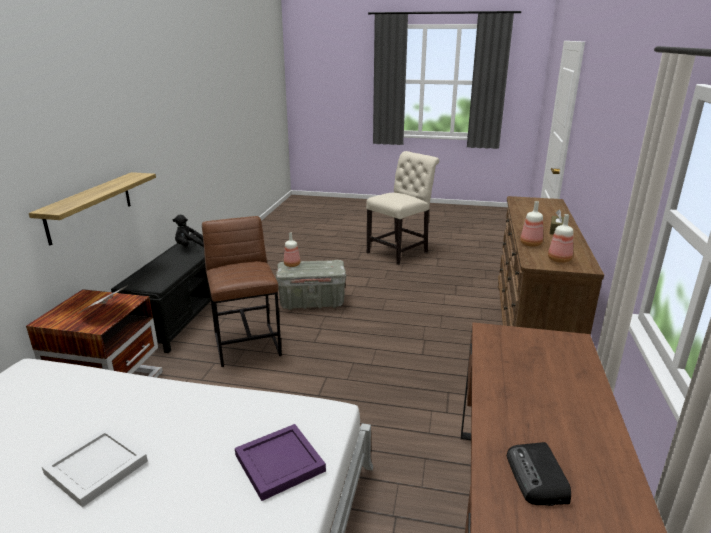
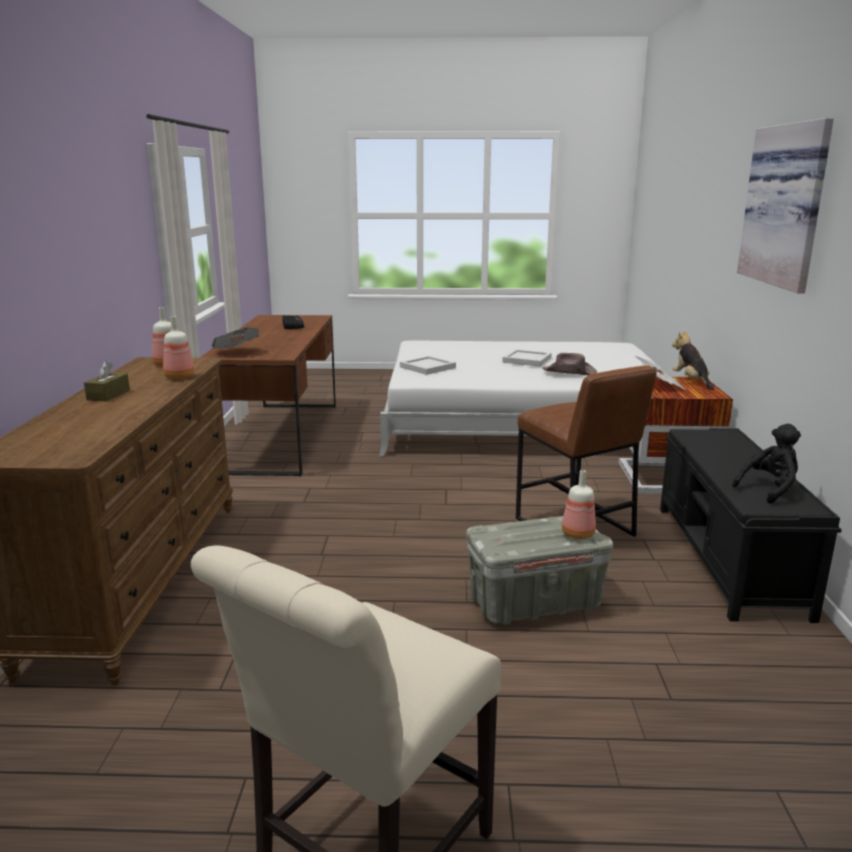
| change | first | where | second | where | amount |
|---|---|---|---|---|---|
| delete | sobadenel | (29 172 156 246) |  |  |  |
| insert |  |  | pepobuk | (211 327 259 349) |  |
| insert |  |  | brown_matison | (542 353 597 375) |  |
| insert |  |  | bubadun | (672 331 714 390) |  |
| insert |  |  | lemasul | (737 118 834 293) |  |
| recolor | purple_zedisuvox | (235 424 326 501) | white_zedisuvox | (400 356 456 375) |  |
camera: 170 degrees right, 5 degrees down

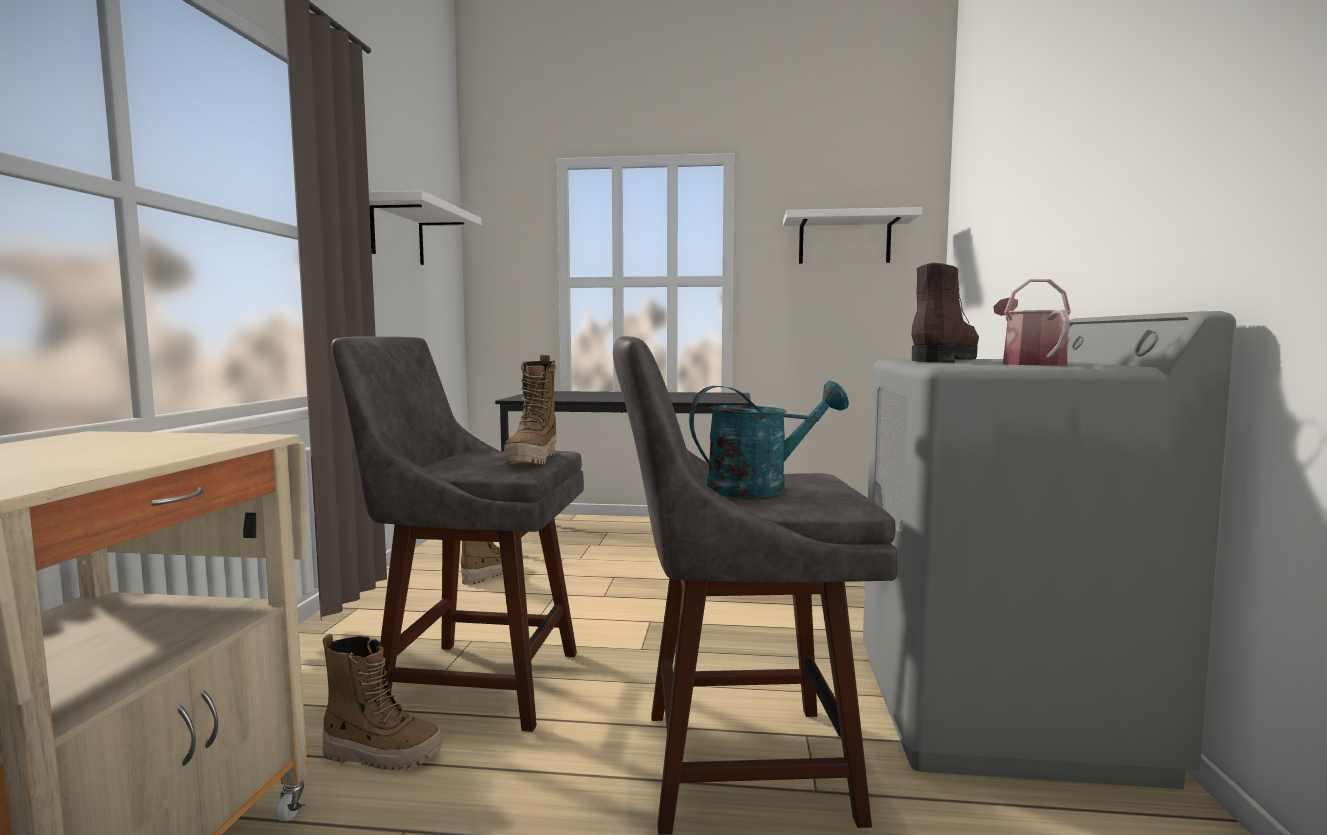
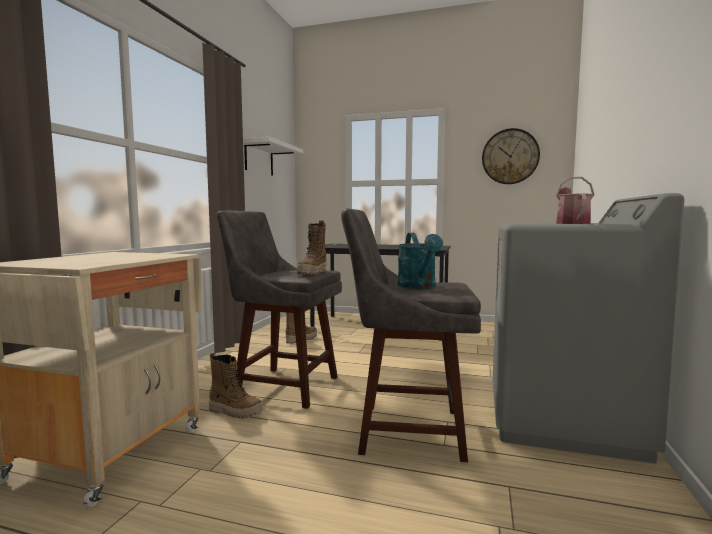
| change | first | where | second | where | amount |
|---|---|---|---|---|---|
| delete | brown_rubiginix | (911 263 979 363) |  |  |  |
| replace | white_sobadenel | (783 207 922 264) | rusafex | (482 128 540 184) |  |
| rotate | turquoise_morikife | (689 381 849 498) |  | (397 233 443 289) | 90 degrees clockwise |
camera: 10 degrees right, 0 degrees up

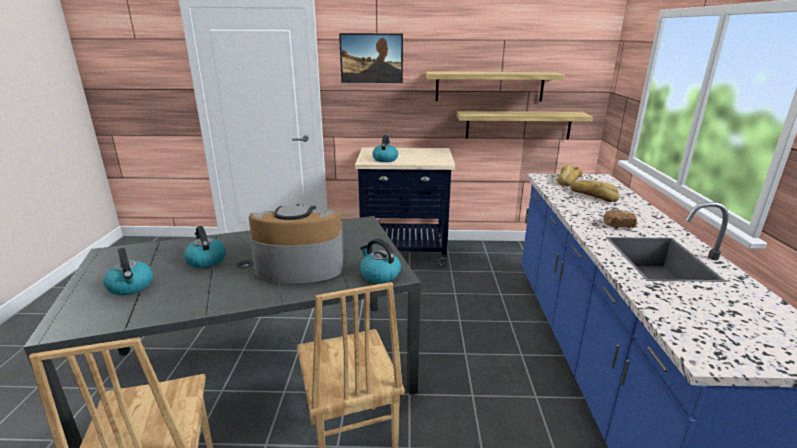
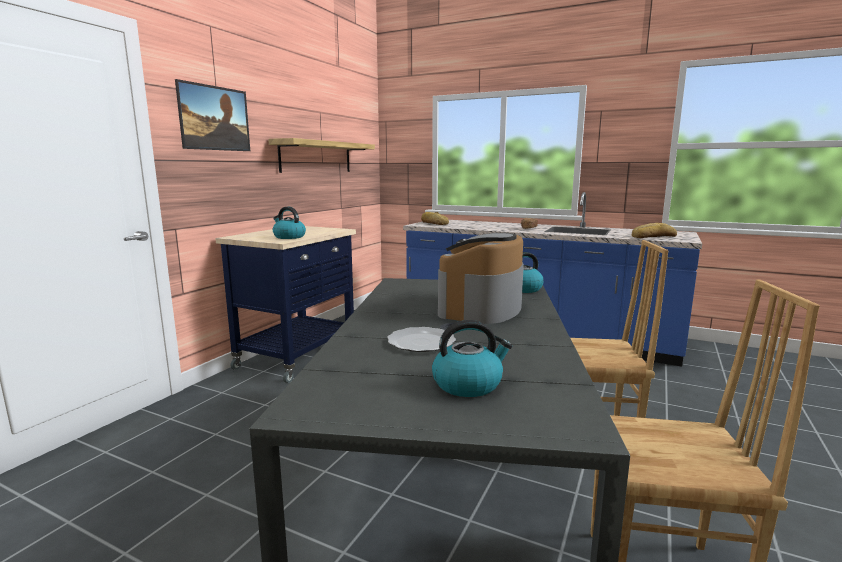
| change | first | where | second | where | amount |
|---|---|---|---|---|---|
| delete | sobadenel | (457 111 593 139) |  |  |  |
| move | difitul | (570 180 619 202) |  | (632 223 677 238) |  |
| replace | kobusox | (184 226 226 268) | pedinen | (387 327 456 352) |  |
camera: 65 degrees left, 10 degrees down

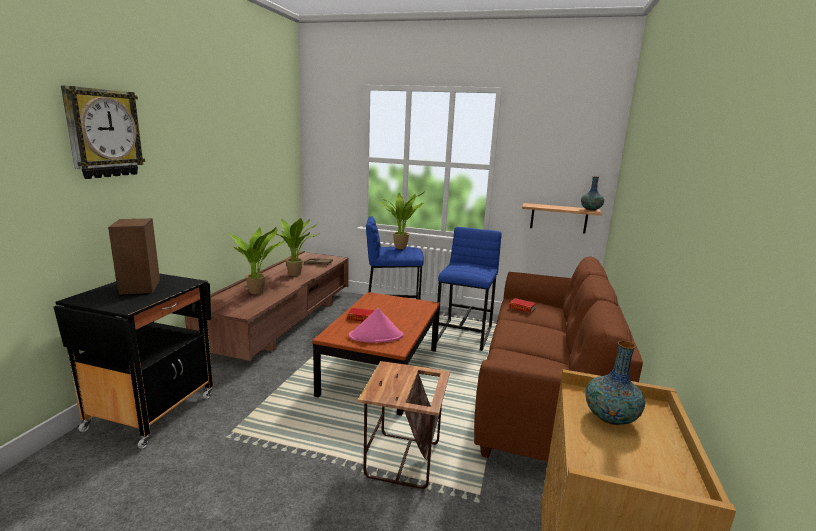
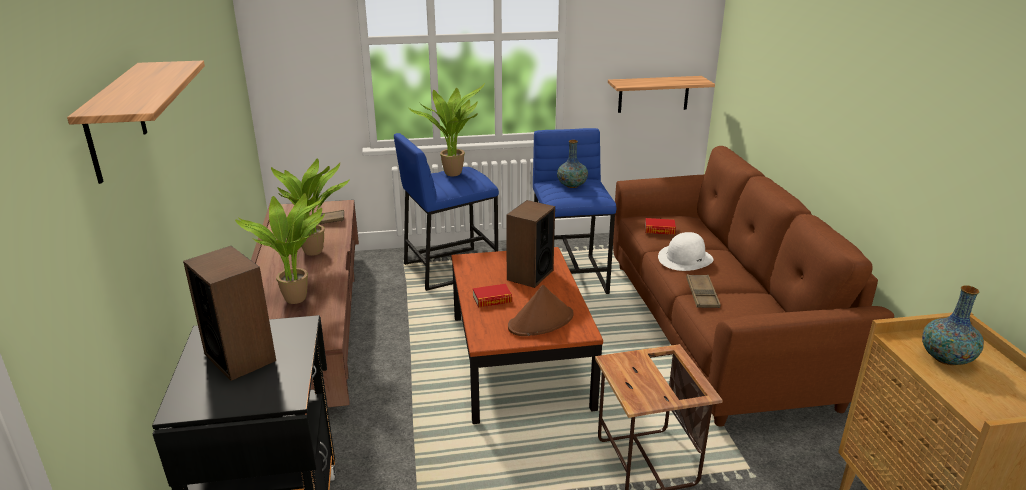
| change | first | where | second | where | amount |
|---|---|---|---|---|---|
| insert |  |  | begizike | (506 200 555 288) |  |
| insert |  |  | white_matison | (658 232 713 271) |  |
| insert |  |  | brown_zedisuvox | (686 274 721 308) |  |
| move | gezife | (581 176 604 211) |  | (557 140 588 188) |  |
| replace | rusafex | (61 85 145 179) | sobadenel | (67 61 205 184) |  |
| recolor | pink_matison | (349 308 404 343) | brown_matison | (508 285 574 336) |  |
camera: 25 degrees left, 10 degrees up

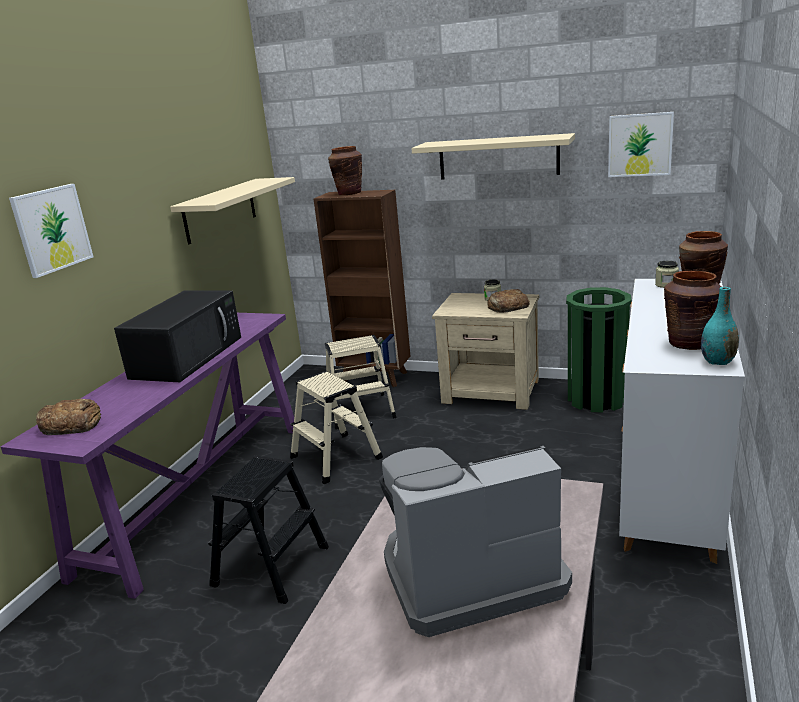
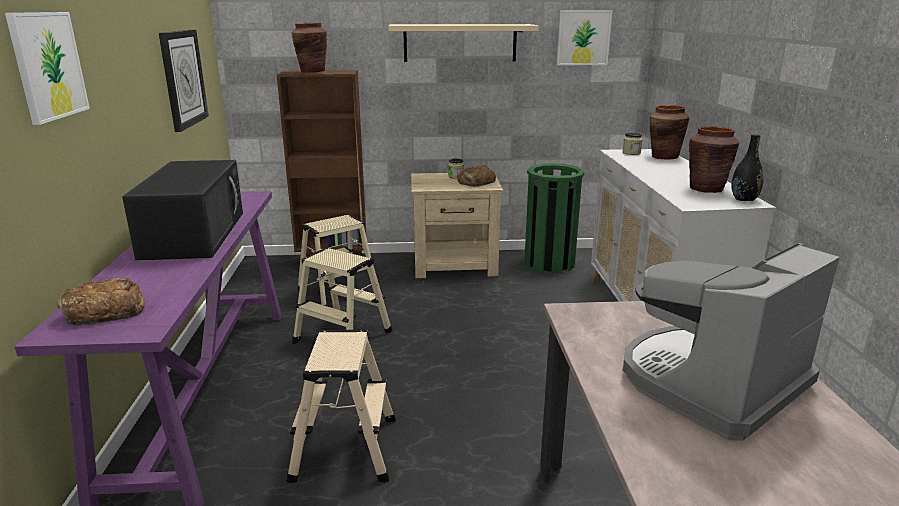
| change | first | where | second | where | amount |
|---|---|---|---|---|---|
| replace | beige_sobadenel | (170 177 295 244) | rusafex | (159 30 209 132) |  |
| recolor | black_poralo | (208 456 329 604) | beige_poralo | (286 330 396 483) |  |
| recolor | turquoise_gezife | (701 287 739 365) | black_gezife | (731 135 764 201) |  |
camera: 25 degrees left, 0 degrees up

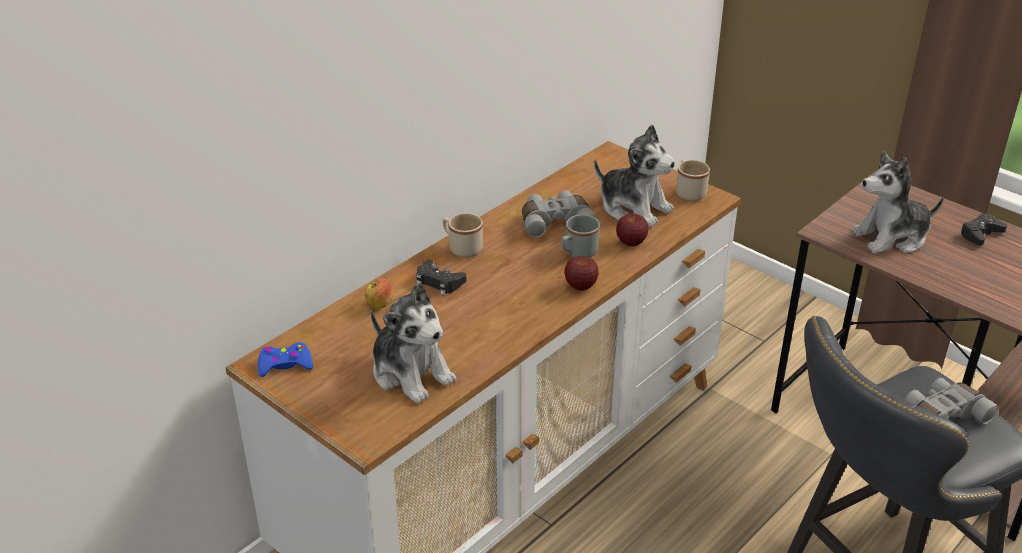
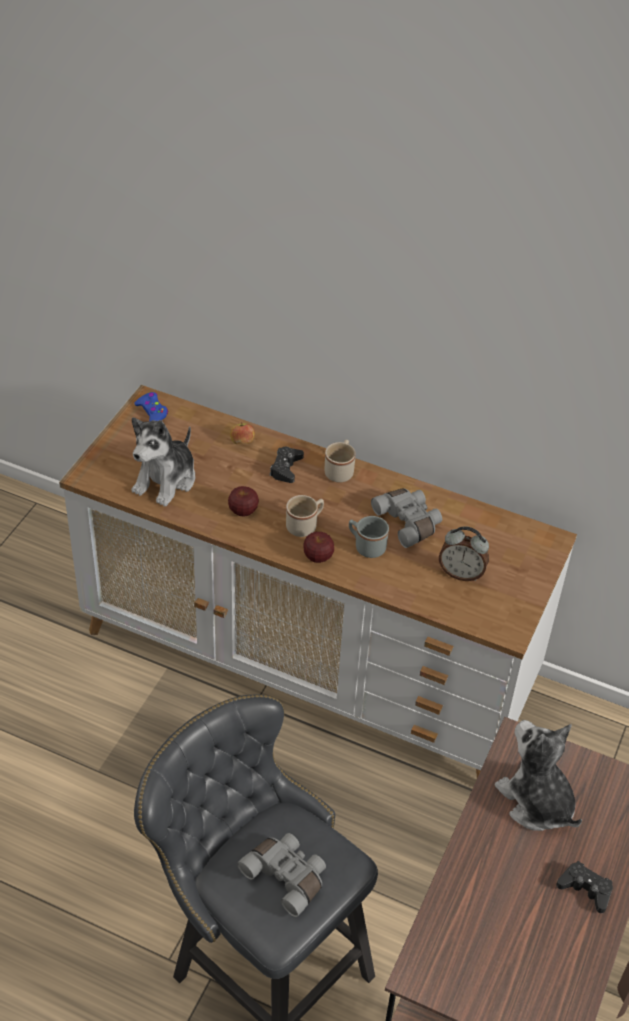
| change | first | where | second | where | amount |
|---|---|---|---|---|---|
| move | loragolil | (616 213 648 246) |  | (228 486 259 517) |  |
| move | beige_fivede | (676 159 710 201) |  | (286 495 324 537) |  |
| replace | bubadun | (594 124 676 227) | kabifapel | (439 526 489 581) |  |
camera: 70 degrees right, 10 degrees up

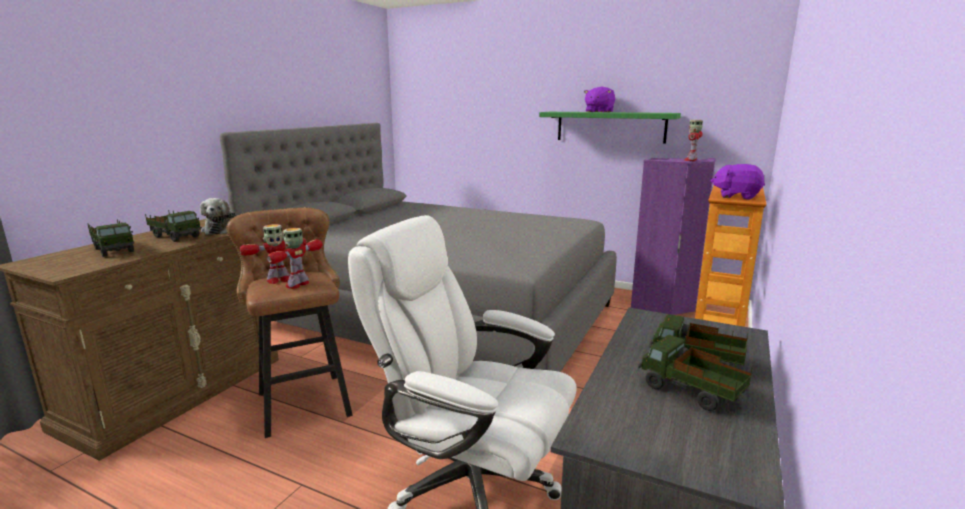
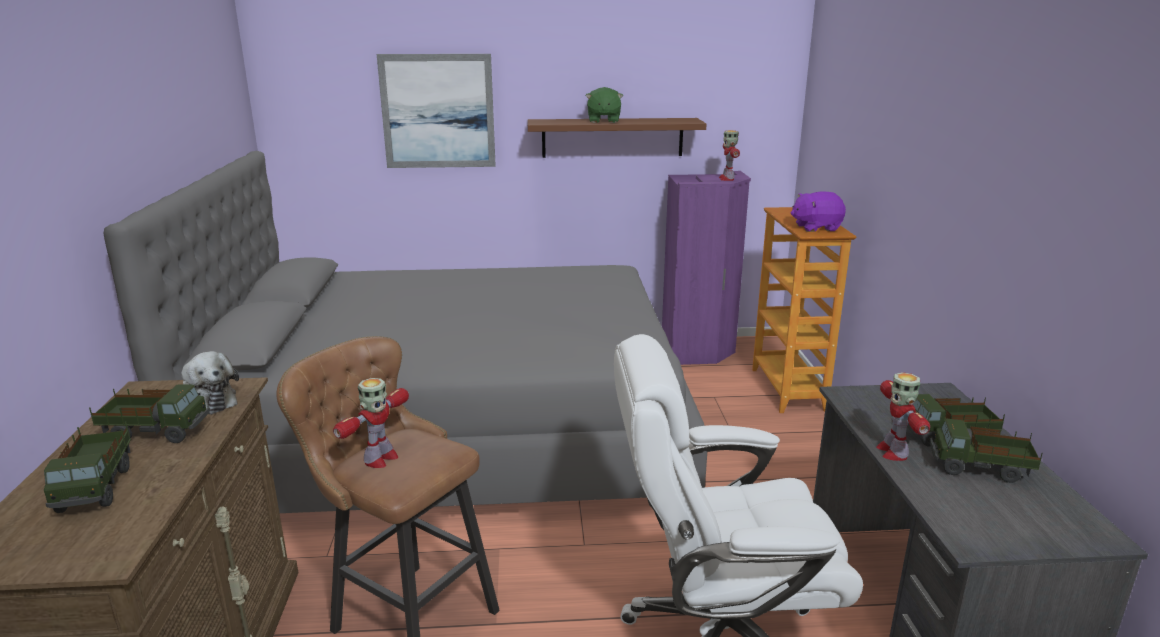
| change | first | where | second | where | amount |
|---|---|---|---|---|---|
| insert |  |  | lemasul | (377 54 496 168) |  |
| move | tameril | (267 228 322 289) |  | (876 372 930 461) |  |
| recolor | green_sobadenel | (539 112 681 144) | brown_sobadenel | (527 118 706 158) |  |
| recolor | purple_bubadun | (584 86 615 113) | green_bubadun | (585 87 623 123) |  |
| rotate | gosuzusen | (87 219 134 257) |  | (44 422 131 513) | 60 degrees clockwise |
camera: 30 degrees left, 5 degrees up

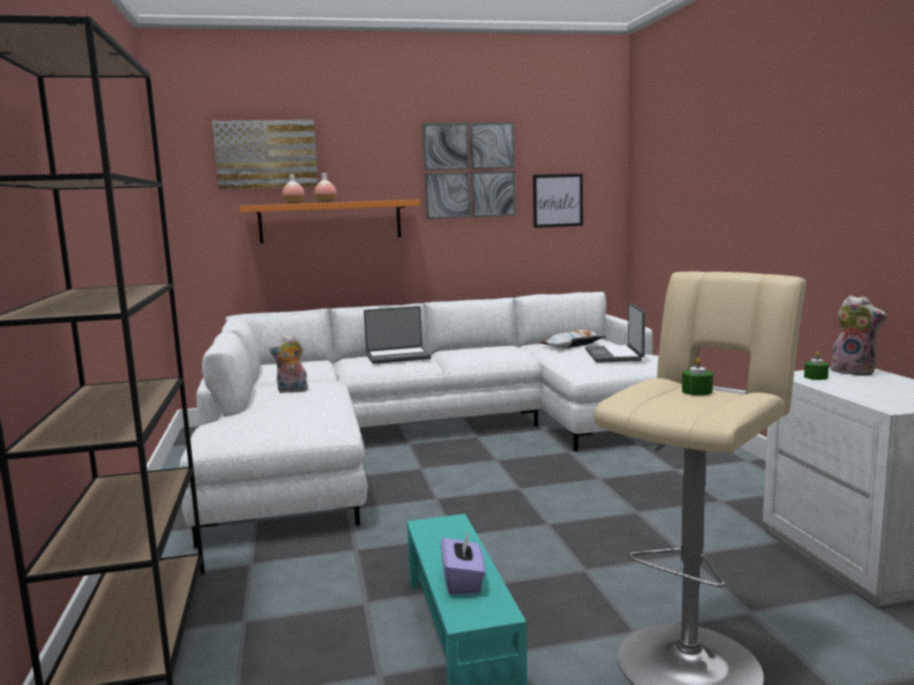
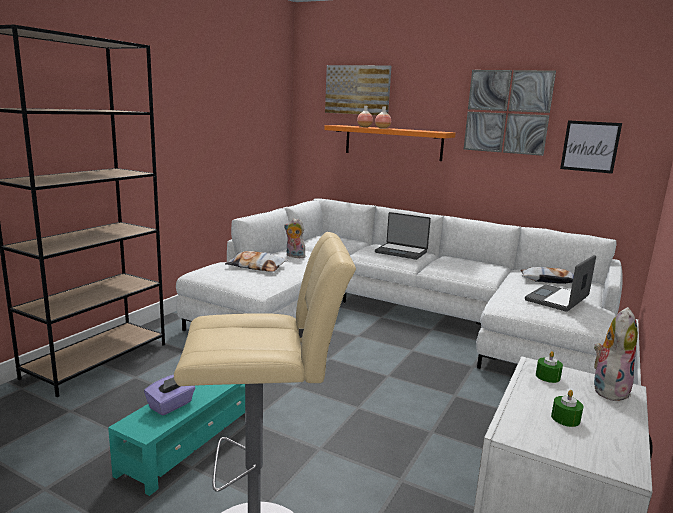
| change | first | where | second | where | amount |
|---|---|---|---|---|---|
| insert |  |  | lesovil | (225 251 288 272) |  |
| move | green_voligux | (682 357 713 396) |  | (551 390 583 427) |  |
| rotate | bubadun | (830 295 887 376) |  | (594 307 638 402) | 135 degrees counterclockwise |
camera: 40 degrees right, 5 degrees up

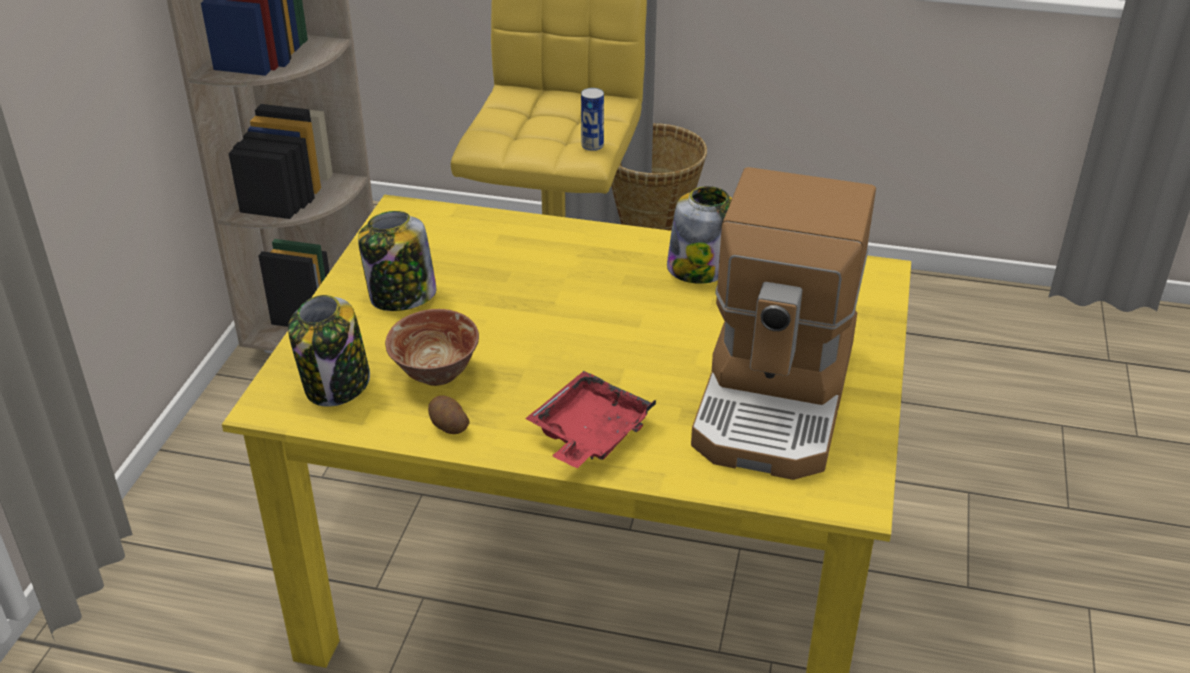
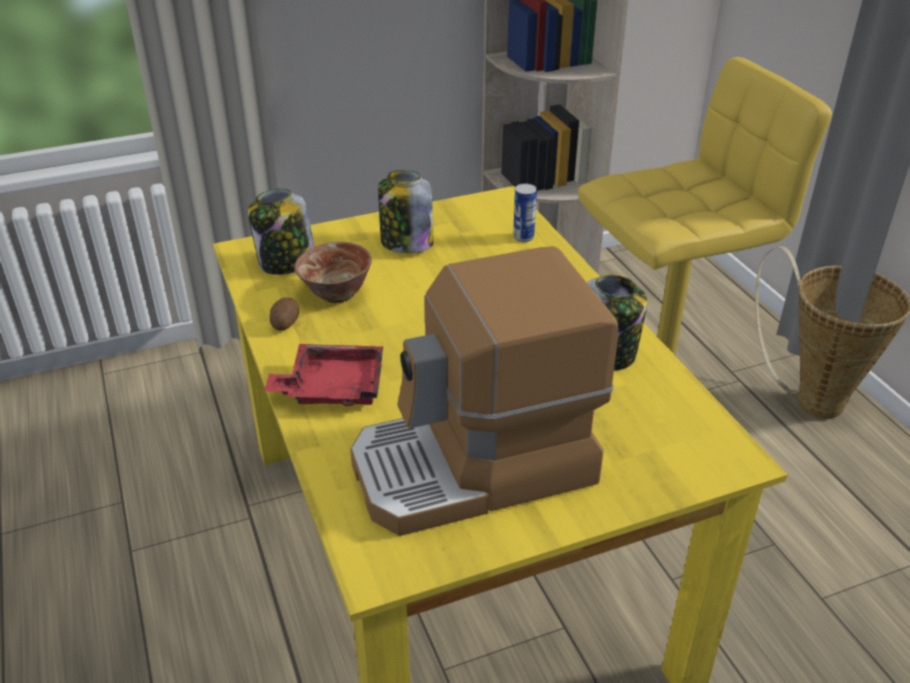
| change | first | where | second | where | amount |
|---|---|---|---|---|---|
| move | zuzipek | (581 88 604 151) |  | (513 184 537 242) |  |
camera: 55 degrees right, 0 degrees up

